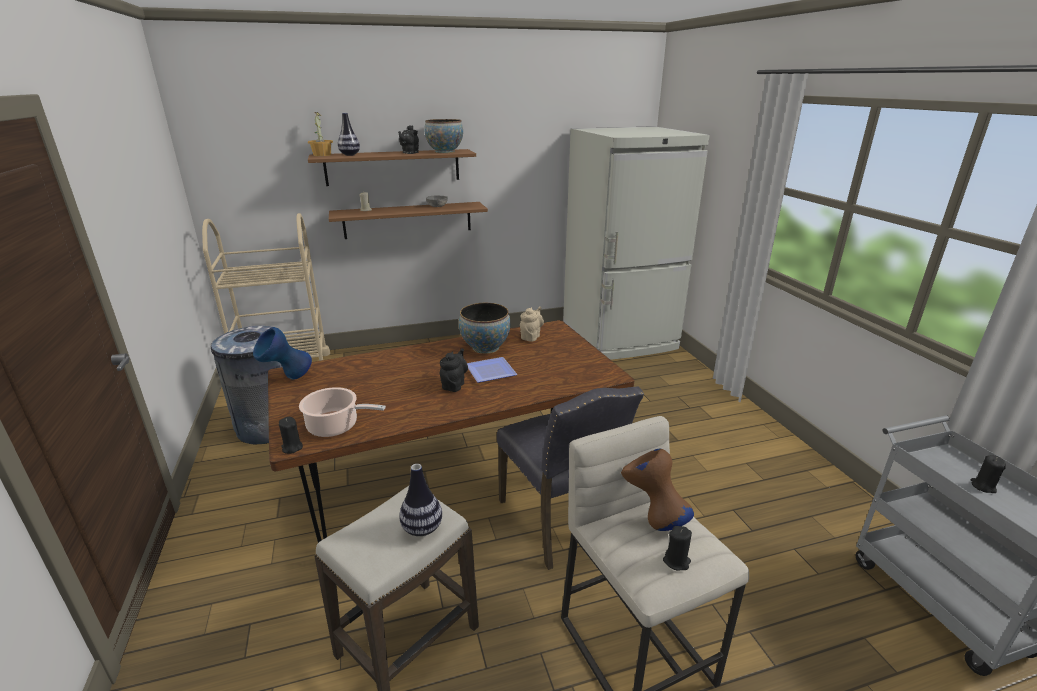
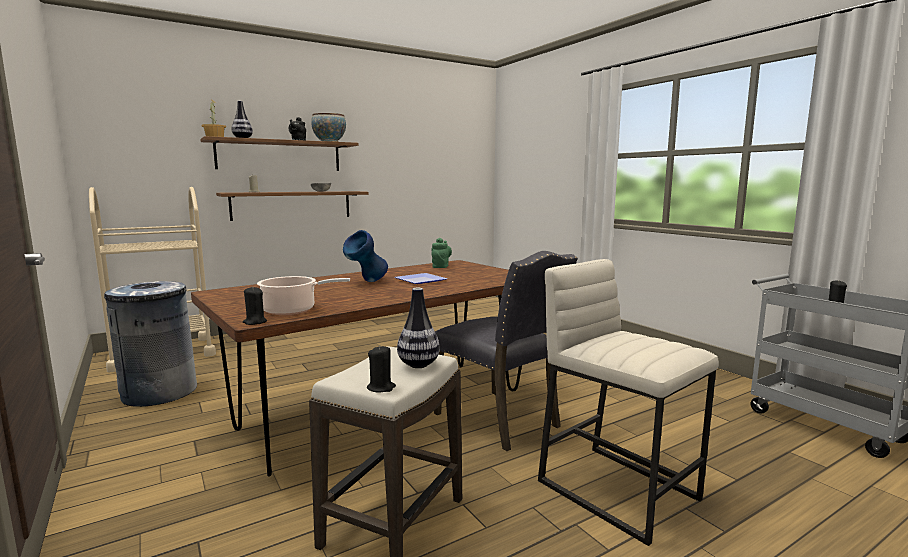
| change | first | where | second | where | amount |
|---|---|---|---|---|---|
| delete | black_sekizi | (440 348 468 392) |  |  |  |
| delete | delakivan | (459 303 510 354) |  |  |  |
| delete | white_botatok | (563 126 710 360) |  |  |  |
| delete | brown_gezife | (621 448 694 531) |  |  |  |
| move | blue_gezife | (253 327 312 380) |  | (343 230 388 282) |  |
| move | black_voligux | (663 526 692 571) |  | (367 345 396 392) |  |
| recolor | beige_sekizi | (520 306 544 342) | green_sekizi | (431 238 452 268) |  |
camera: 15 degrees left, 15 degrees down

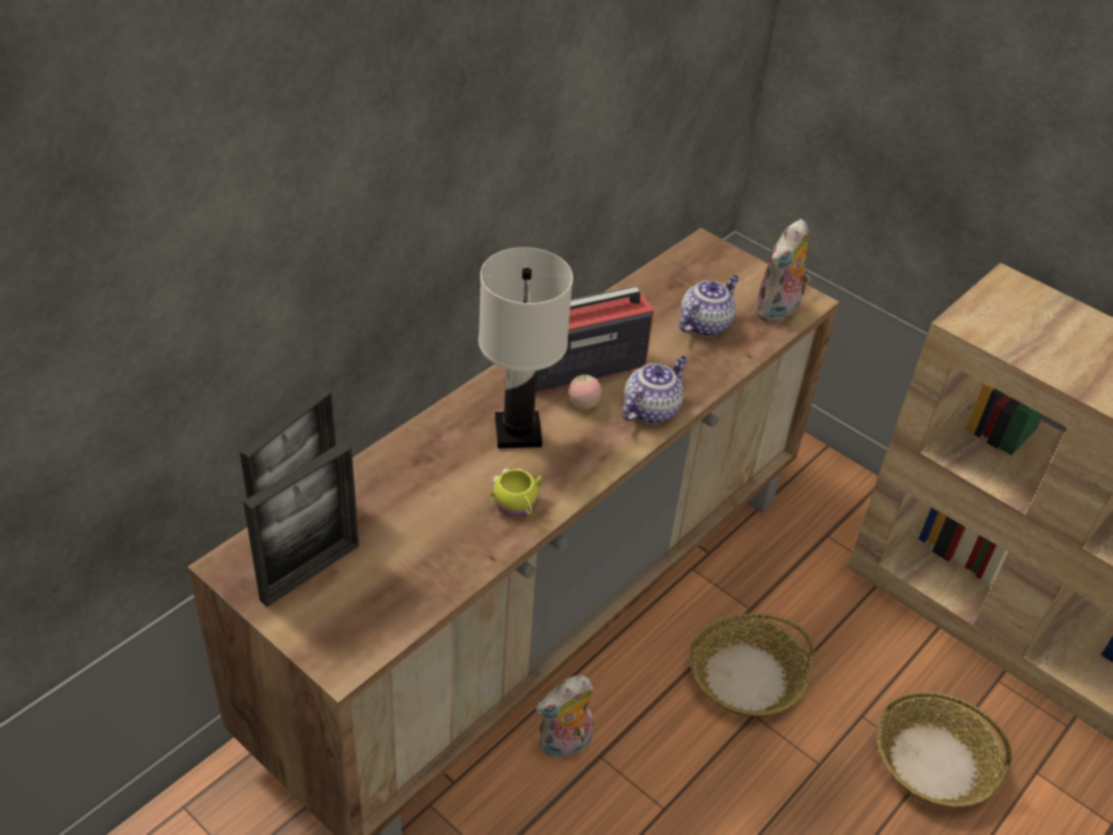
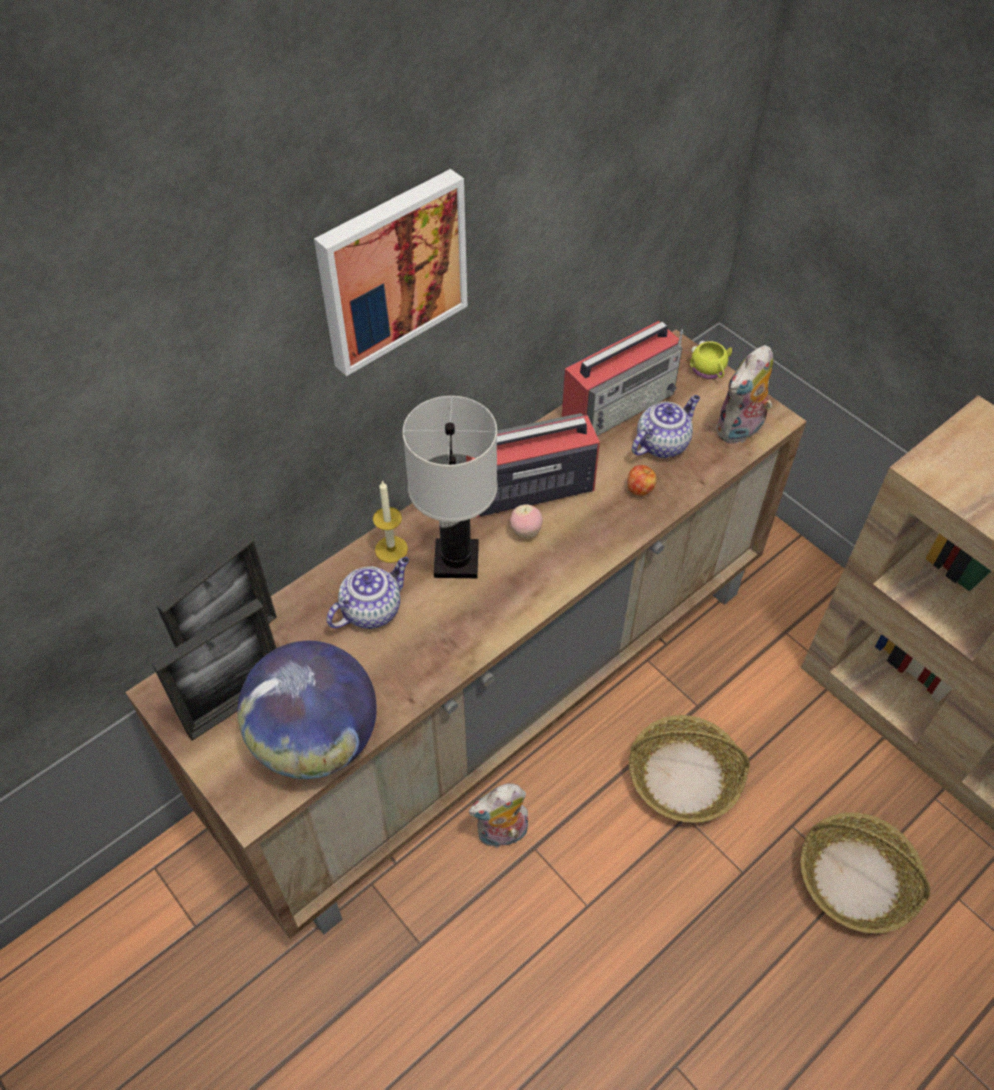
| change | first | where | second | where | amount |
|---|---|---|---|---|---|
| insert |  |  | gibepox | (238 641 377 779) |  |
| insert |  |  | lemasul | (314 169 467 376) |  |
| insert |  |  | voligux | (373 480 408 563) |  |
| insert |  |  | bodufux | (562 321 683 436) |  |
| insert |  |  | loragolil | (628 465 656 496) |  |
| move | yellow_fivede | (490 468 542 516) |  | (690 341 732 379) |  |
| move | sekizi | (622 356 688 424) |  | (327 557 409 629) |  |
camera: 10 degrees right, 10 degrees up

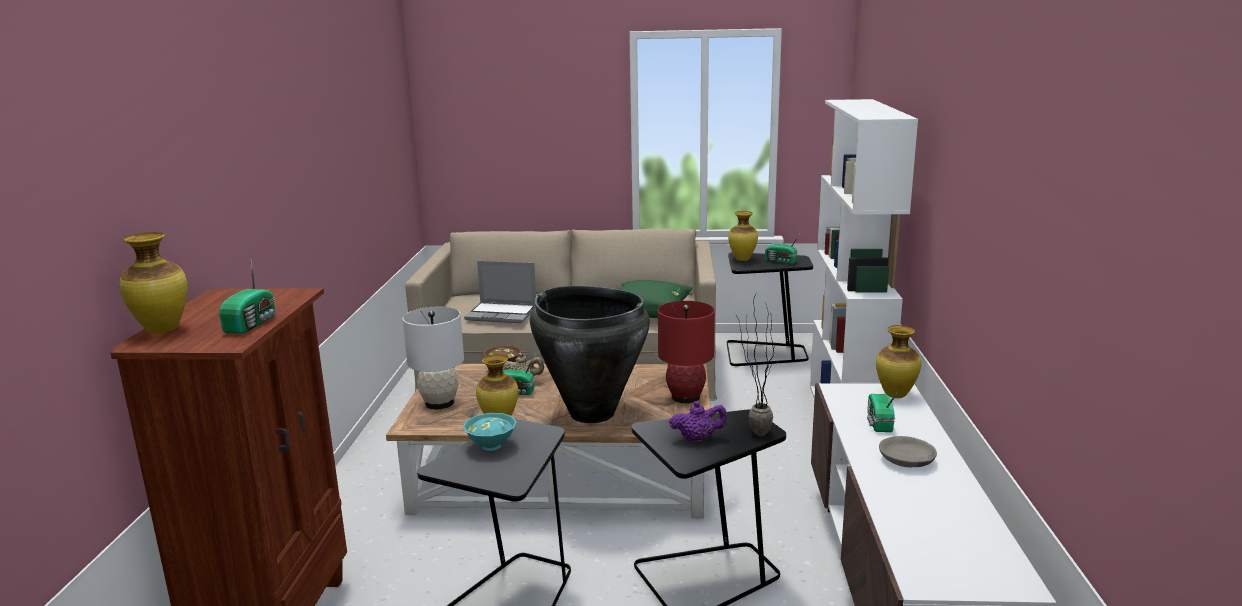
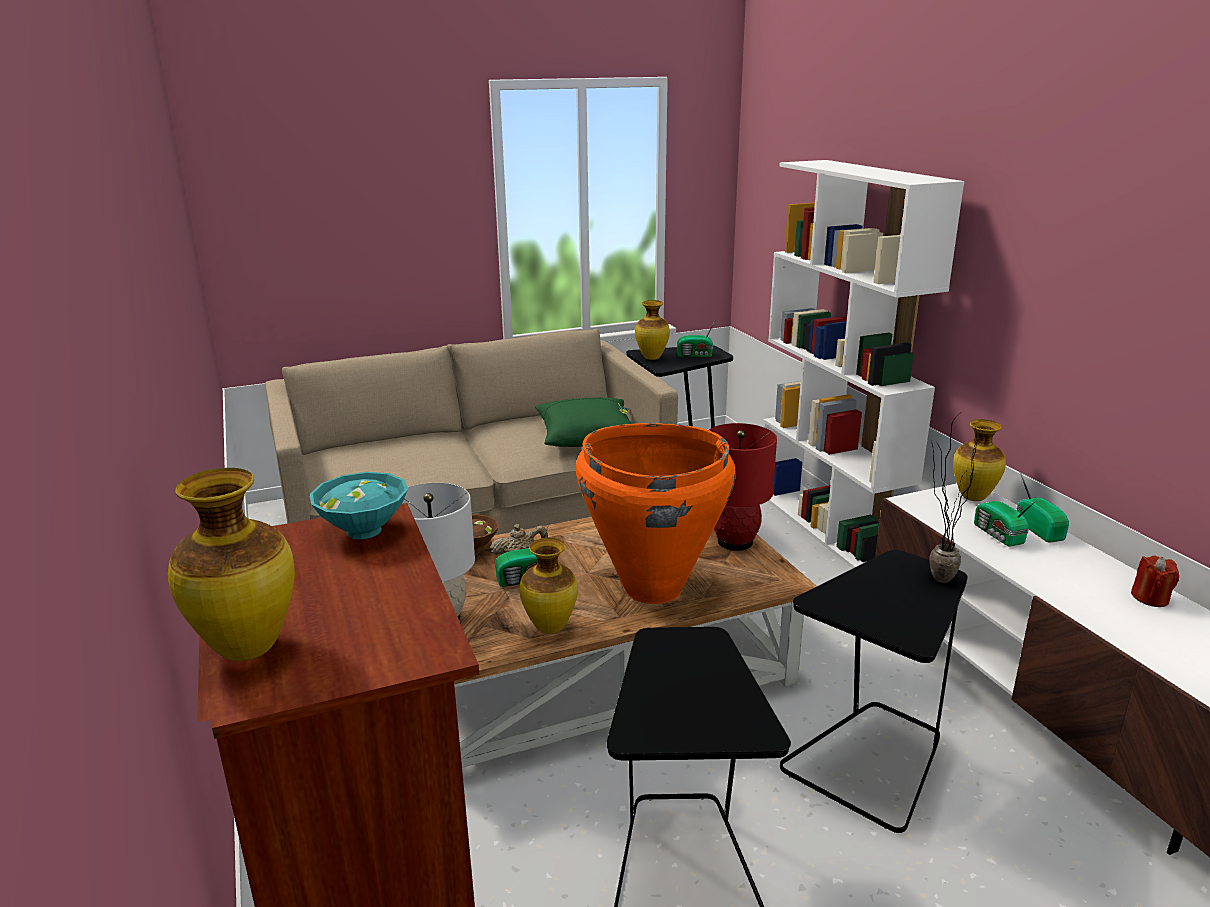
| change | first | where | second | where | amount |
|---|---|---|---|---|---|
| delete | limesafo | (464 261 536 323) |  |  |  |
| delete | purple_sekizi | (669 401 727 441) |  |  |  |
| delete | grey_delakivan | (879 436 937 467) |  |  |  |
| insert |  |  | red_voligux | (1131 556 1179 607) |  |
| move | bodufux | (219 261 276 334) |  | (1016 472 1069 543) |  |
| move | turquoise_delakivan | (463 413 517 451) |  | (310 472 408 539) |  |
| recolor | black_gezife | (530 286 650 423) | orange_gezife | (576 423 736 604) |  |
camera: 25 degrees left, 5 degrees up

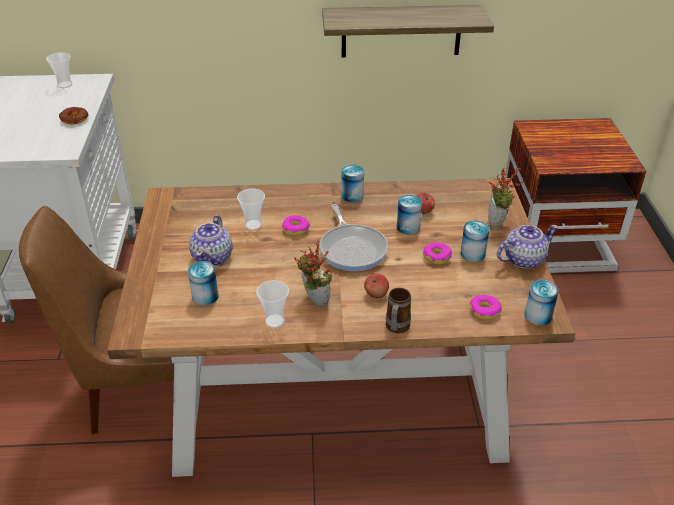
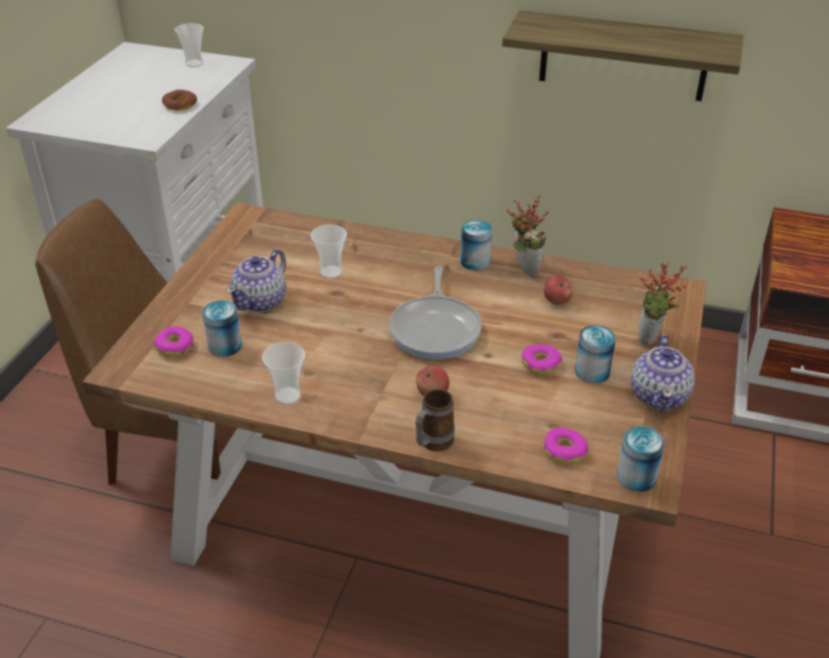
| change | first | where | second | where | amount |
|---|---|---|---|---|---|
| delete | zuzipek | (397 195 422 235) |  |  |  |
| move | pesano | (282 215 310 236) |  | (154 326 194 357) |  |
| move | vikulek | (294 239 332 306) |  | (507 195 549 276) |  |
| rotate | sekizi | (497 225 558 268) |  | (631 334 695 412) | 105 degrees clockwise |
camera: 20 degrees right, 0 degrees up

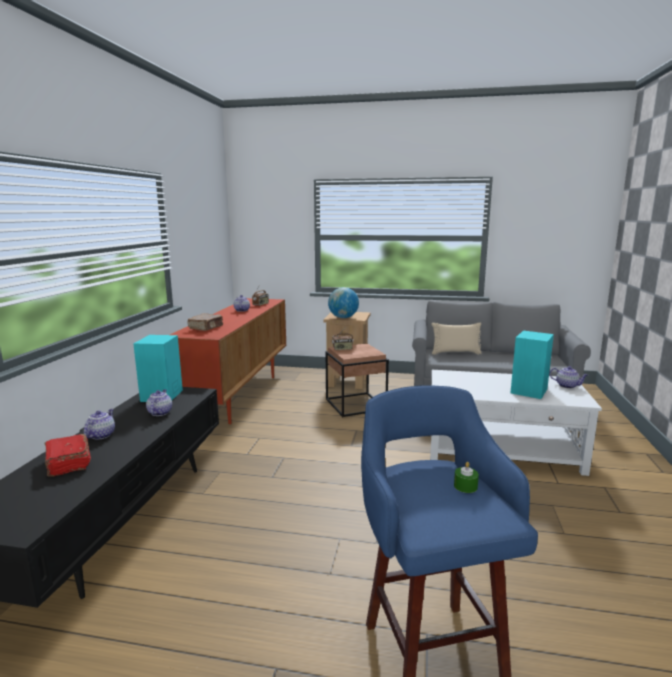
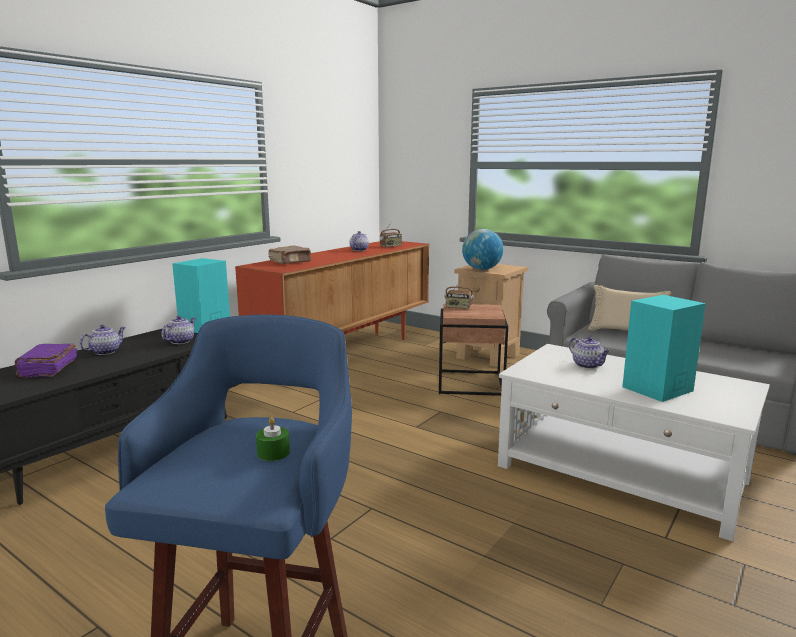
| change | first | where | second | where | amount |
|---|---|---|---|---|---|
| move | sekizi | (550 366 588 389) |  | (569 337 610 369) |  |
| recolor | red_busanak | (44 434 91 477) | purple_busanak | (15 344 77 378) |  |
camera: 25 degrees right, 0 degrees up

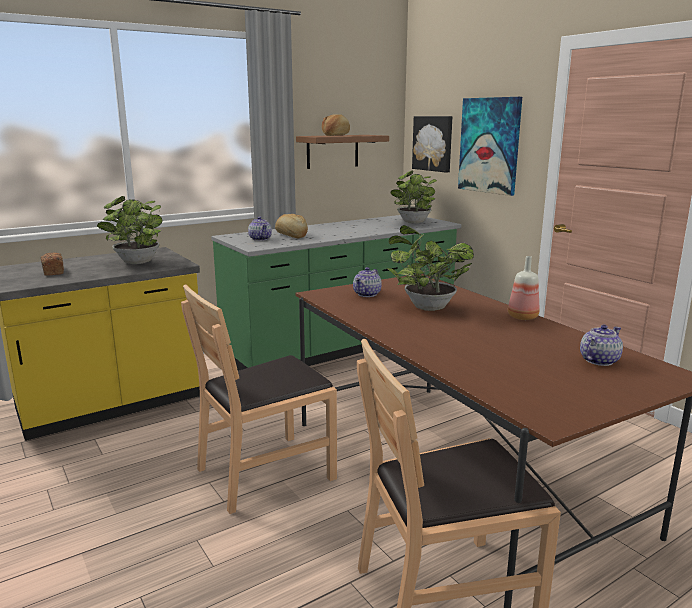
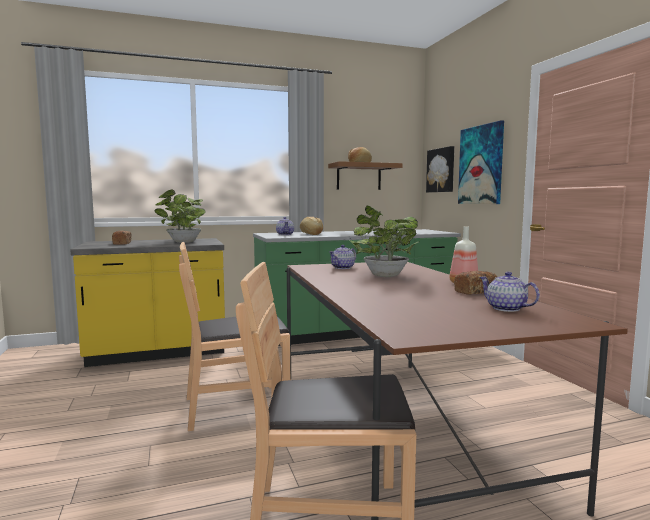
| change | first | where | second | where | amount |
|---|---|---|---|---|---|
| delete | vikulek | (390 171 437 224) |  |  |  |
| insert |  |  | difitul | (454 271 497 295) |  |
| rotate | sekizi | (580 325 623 366) |  | (479 272 540 312) | 105 degrees counterclockwise |
camera: 15 degrees right, 10 degrees down

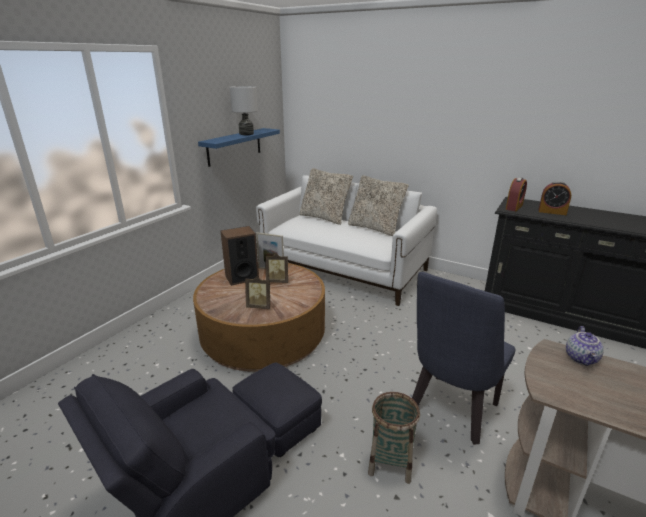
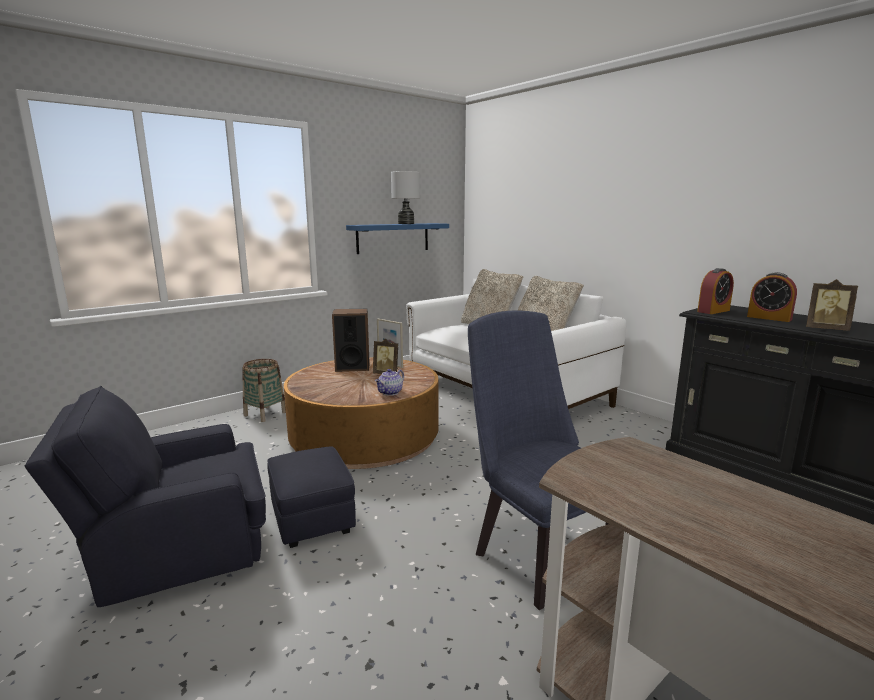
| change | first | where | second | where | amount |
|---|---|---|---|---|---|
| move | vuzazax | (245 276 270 310) |  | (806 279 858 331) |  |
| move | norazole | (368 392 420 484) |  | (242 359 286 422) |  |
| move | sekizi | (566 326 604 366) |  | (375 369 404 396) |  |
| rotate | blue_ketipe | (412 272 515 444) |  | (468 311 609 610) | 90 degrees clockwise |
camera: 20 degrees right, 10 degrees down

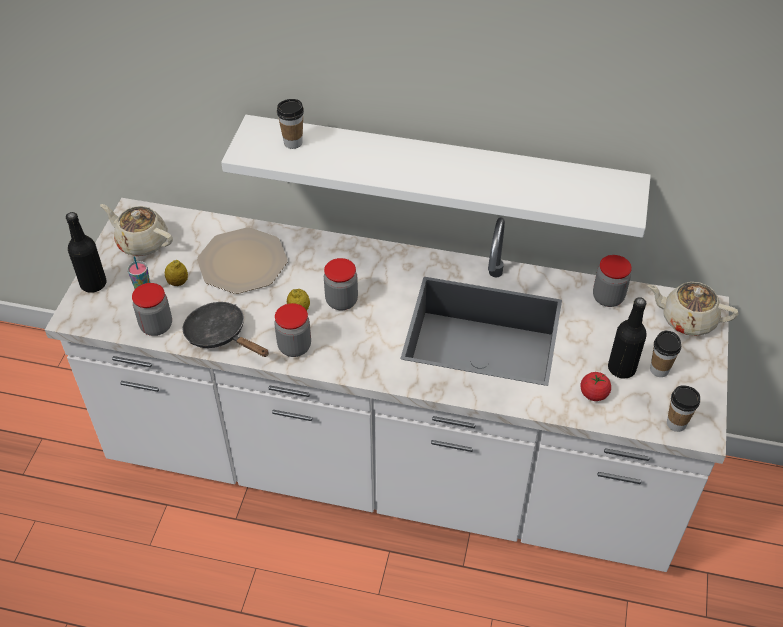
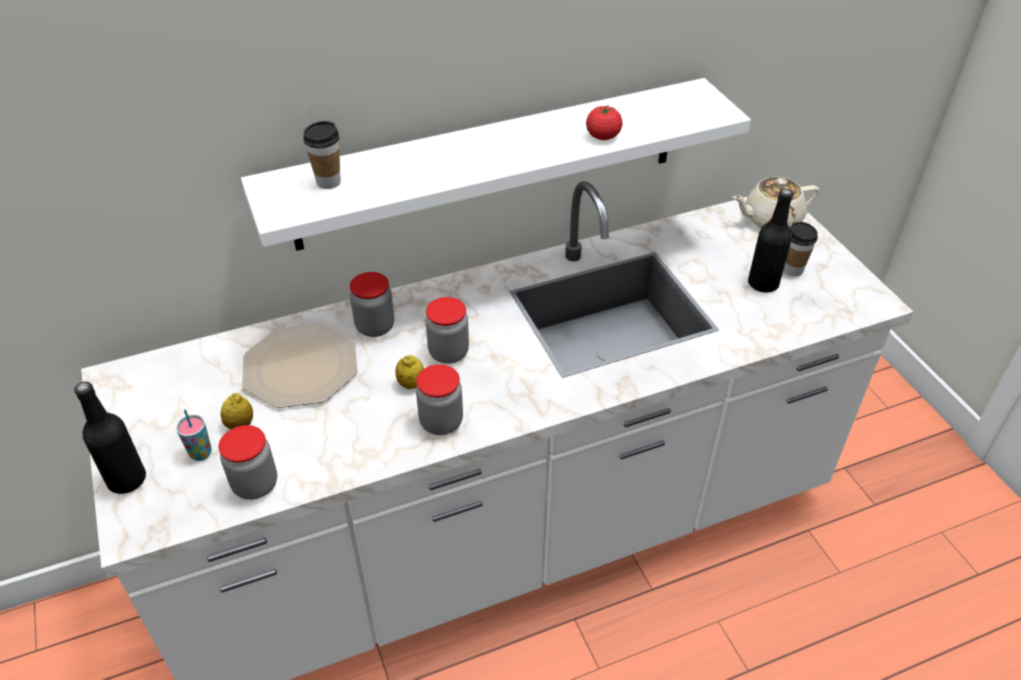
| change | first | where | second | where | amount |
|---|---|---|---|---|---|
| delete | beige_sekizi | (100 204 173 256) |  |  |  |
| delete | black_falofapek | (183 302 269 357) |  |  |  |
| delete | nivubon | (667 385 700 432) |  |  |  |
| move | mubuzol | (580 372 611 401) |  | (586 104 622 140) |  |
| move | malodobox | (593 255 632 307) |  | (350 272 394 337) |  |
camera: 35 degrees left, 5 degrees down

